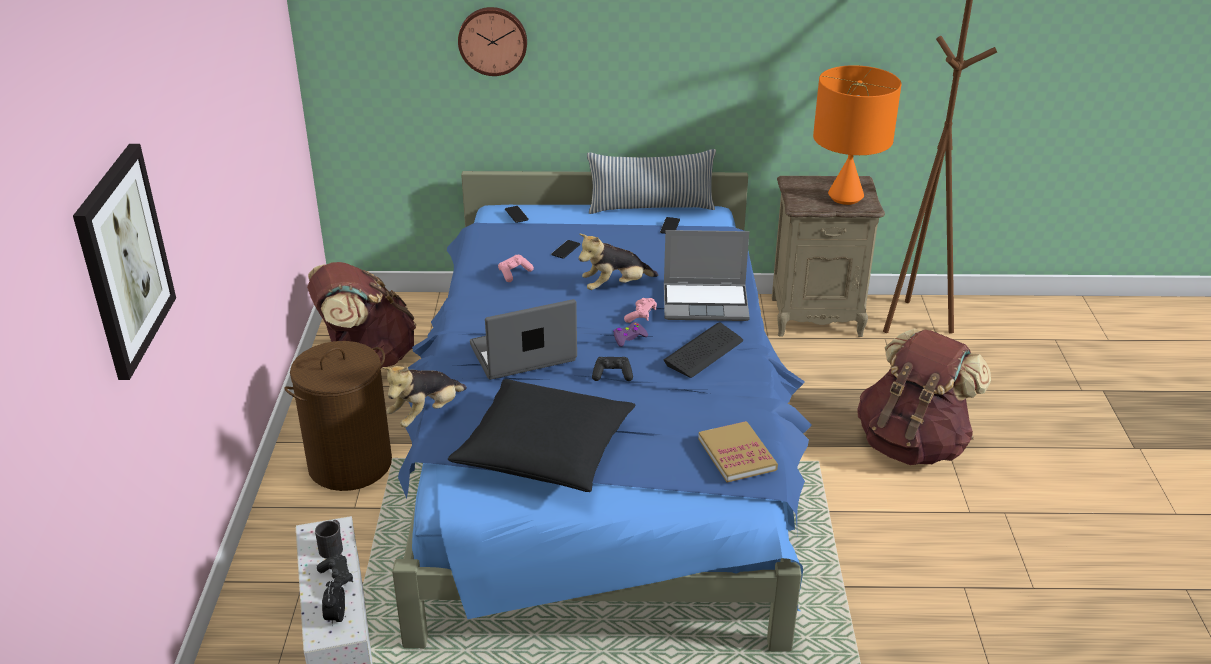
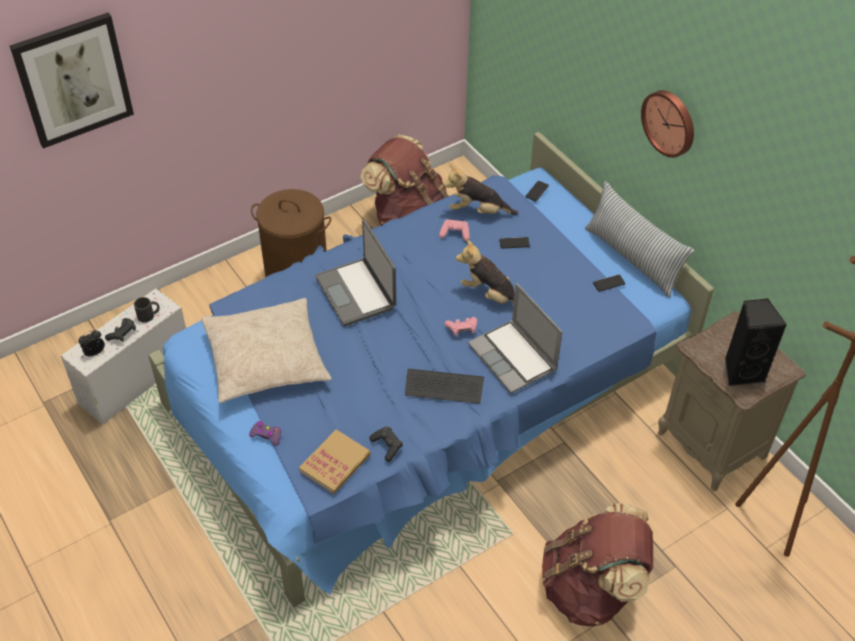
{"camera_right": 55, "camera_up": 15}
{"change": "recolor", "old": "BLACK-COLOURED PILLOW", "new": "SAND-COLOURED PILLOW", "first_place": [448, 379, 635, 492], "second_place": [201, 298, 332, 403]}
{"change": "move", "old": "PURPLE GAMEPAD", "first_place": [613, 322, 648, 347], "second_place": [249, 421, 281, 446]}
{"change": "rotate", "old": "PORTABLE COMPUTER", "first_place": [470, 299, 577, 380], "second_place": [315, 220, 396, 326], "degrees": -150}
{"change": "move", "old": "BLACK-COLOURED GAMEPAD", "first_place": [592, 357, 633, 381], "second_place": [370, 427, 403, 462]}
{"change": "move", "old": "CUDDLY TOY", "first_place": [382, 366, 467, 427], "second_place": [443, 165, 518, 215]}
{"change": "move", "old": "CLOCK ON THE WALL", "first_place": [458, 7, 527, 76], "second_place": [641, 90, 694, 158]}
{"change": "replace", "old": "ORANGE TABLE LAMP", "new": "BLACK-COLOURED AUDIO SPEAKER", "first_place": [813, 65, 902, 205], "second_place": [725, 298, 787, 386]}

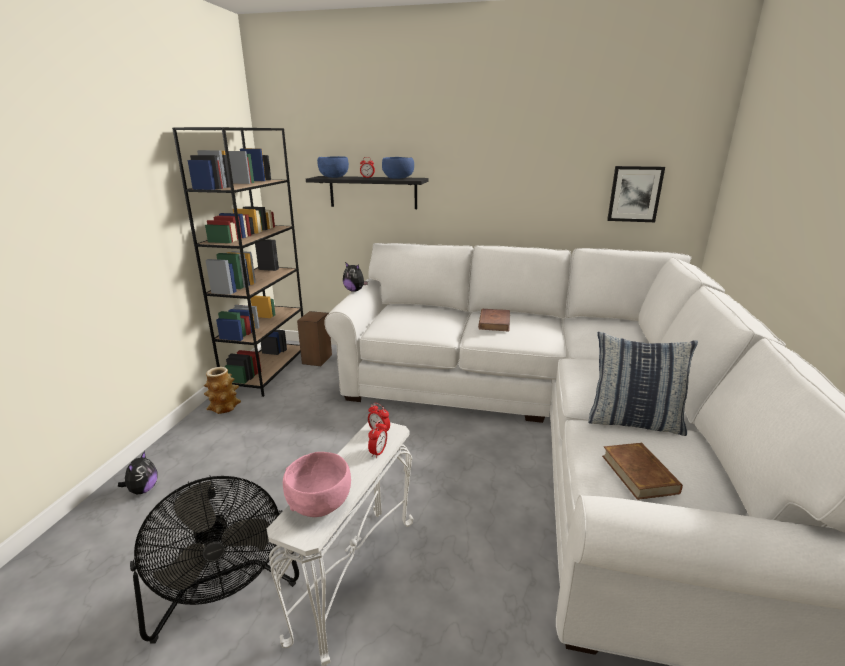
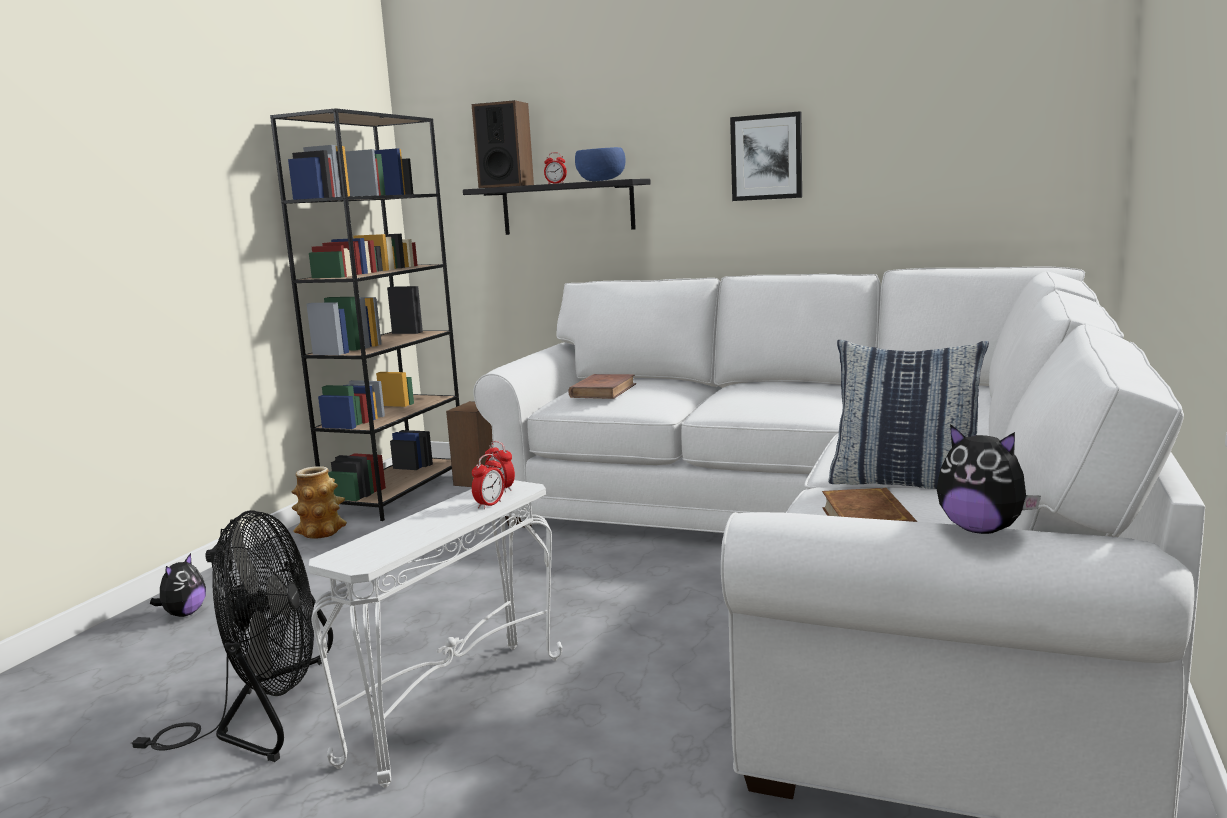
{"camera_right": 10, "camera_up": -10}
{"change": "rotate", "old": "BLACK-COLOURED ELECTRIC FAN", "first_place": [130, 476, 299, 644], "second_place": [131, 510, 333, 762], "degrees": -75}
{"change": "replace", "old": "BLUISH DEEP DISH", "new": "AUDIO SPEAKER", "first_place": [317, 156, 349, 178], "second_place": [472, 100, 534, 188]}
{"change": "move", "old": "BROWN-COLOURED BOUND BOOK", "first_place": [478, 309, 510, 331], "second_place": [568, 374, 636, 399]}
{"change": "move", "old": "WALL ART", "first_place": [607, 166, 665, 222], "second_place": [730, 111, 802, 201]}
{"change": "move", "old": "CUDDLY TOY", "first_place": [343, 262, 368, 292], "second_place": [937, 424, 1041, 534]}
{"change": "delete", "old": "PINK DEEP DISH", "first_place": [283, 452, 351, 517]}

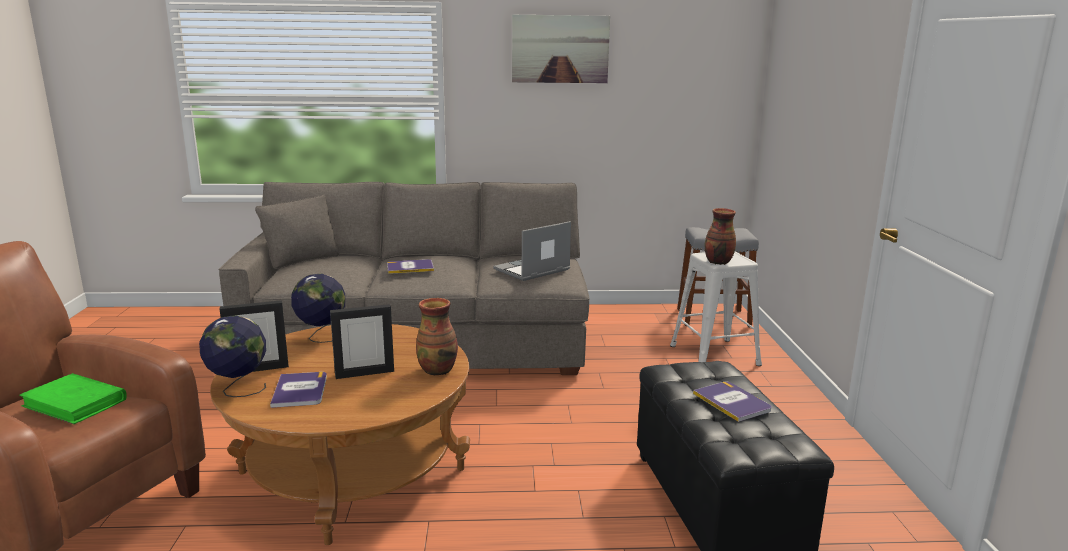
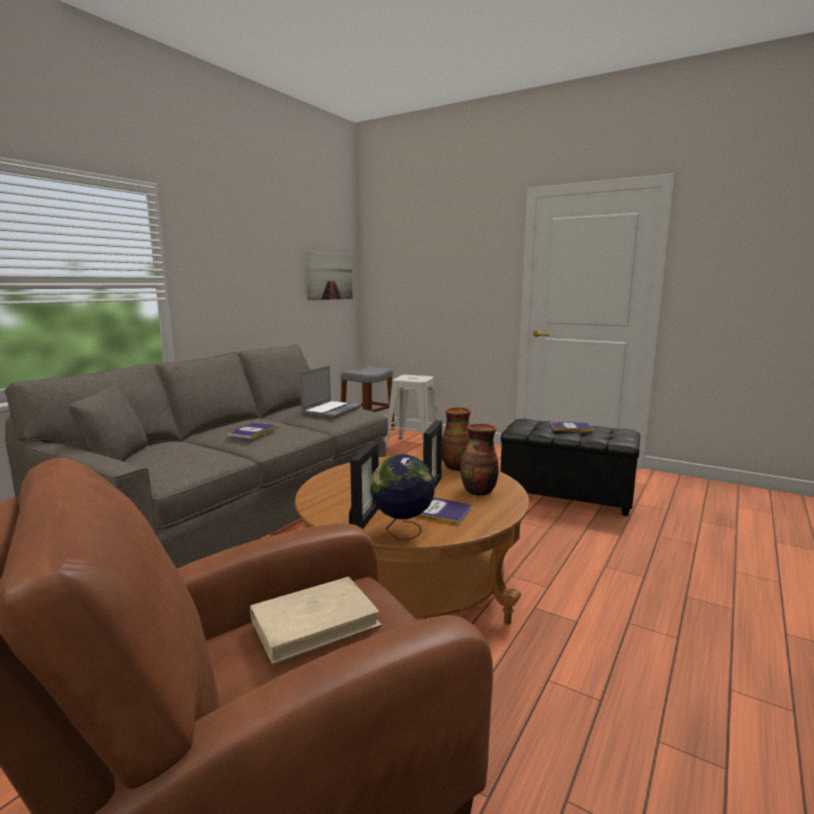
{"camera_right": -55, "camera_up": -5}
{"change": "recolor", "old": "GREEN BOUND BOOK", "new": "SAND-COLOURED BOUND BOOK", "first_place": [19, 373, 127, 424], "second_place": [250, 577, 382, 665]}
{"change": "rotate", "old": "PORTABLE COMPUTER", "first_place": [493, 221, 571, 281], "second_place": [300, 366, 362, 418], "degrees": -150}
{"change": "move", "old": "WALL ART", "first_place": [512, 14, 610, 83], "second_place": [305, 251, 353, 300]}
{"change": "move", "old": "VASE", "first_place": [705, 208, 736, 265], "second_place": [460, 424, 499, 496]}
{"change": "delete", "old": "DESK GLOBE", "first_place": [291, 274, 345, 343]}

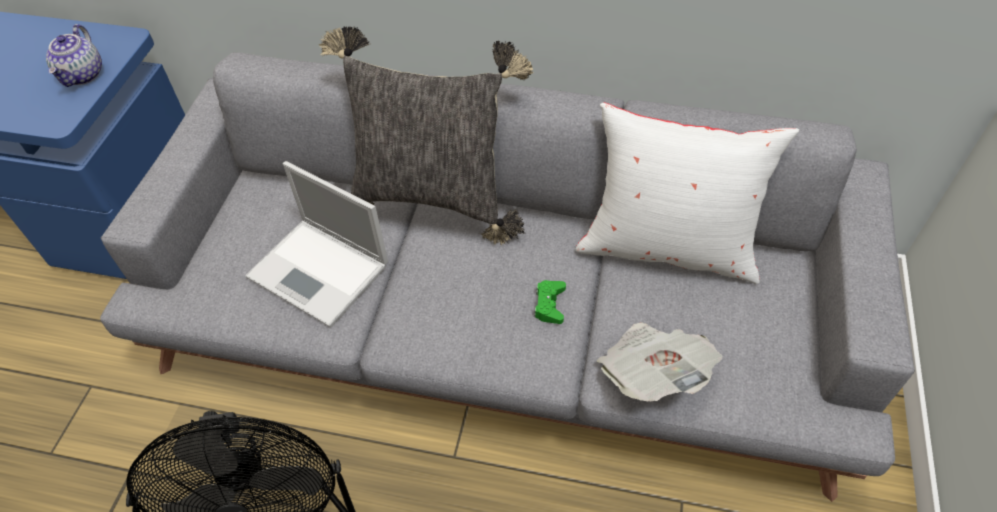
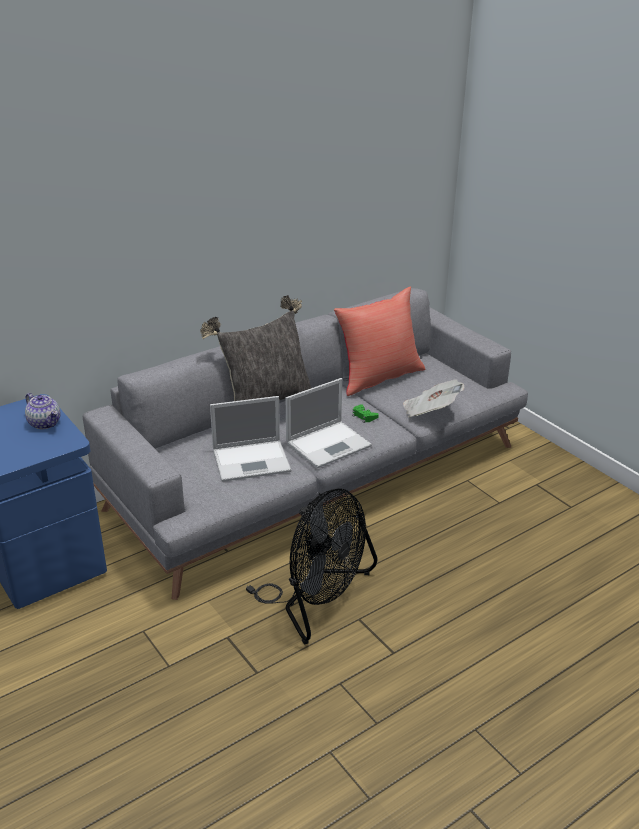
{"camera_right": -50, "camera_up": -20}
{"change": "insert", "new": "PORTABLE COMPUTER", "second_place": [286, 378, 372, 468]}
{"change": "recolor", "old": "WHITE-COLOURED PILLOW", "new": "RED PILLOW", "first_place": [575, 102, 799, 284], "second_place": [334, 287, 425, 396]}

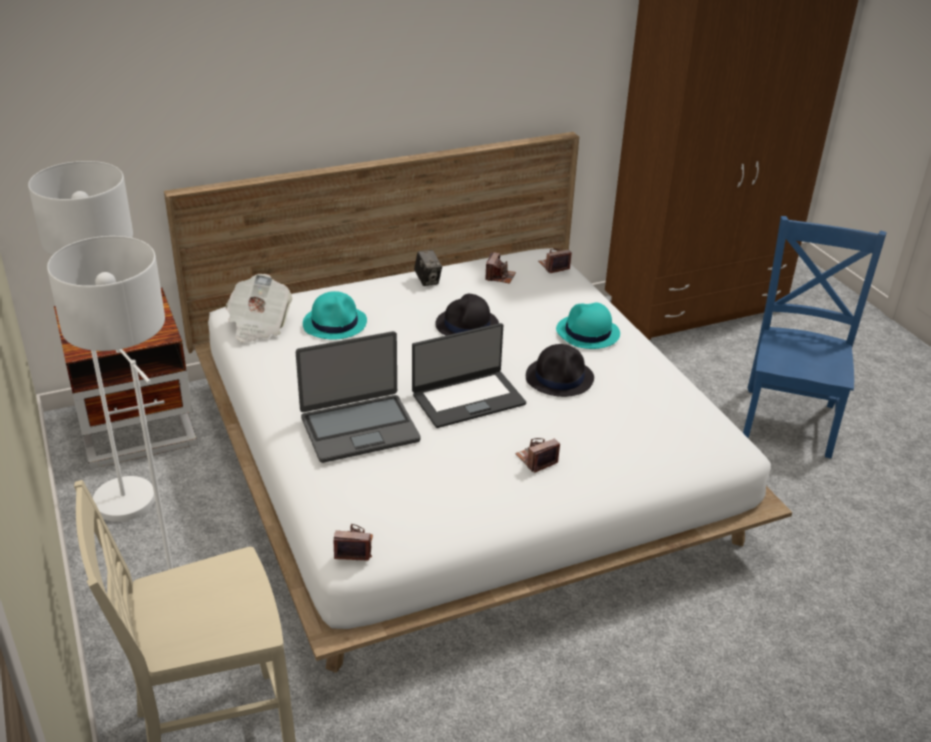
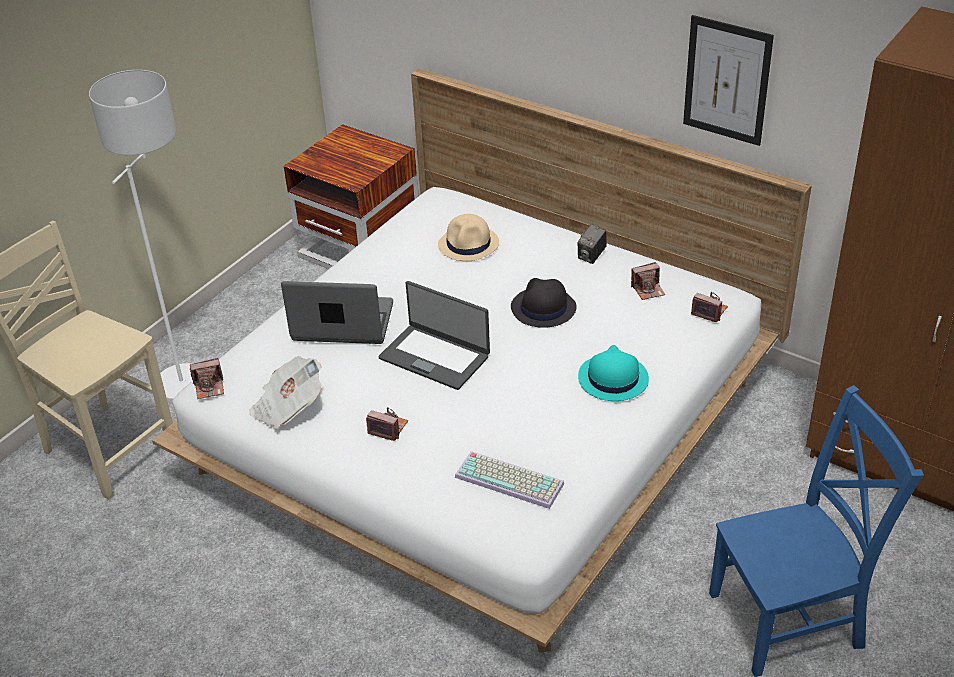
{"camera_right": 60, "camera_up": 5}
{"change": "rotate", "old": "STILL CAMERA", "first_place": [334, 524, 373, 560], "second_place": [190, 358, 224, 399], "degrees": 105}
{"change": "move", "old": "DAILY PAPER", "first_place": [226, 274, 292, 342], "second_place": [249, 356, 322, 430]}
{"change": "rotate", "old": "PORTABLE COMPUTER", "first_place": [296, 331, 421, 463], "second_place": [281, 281, 393, 344], "degrees": 150}
{"change": "recolor", "old": "TURQUOISE-COLOURED HAT", "new": "SAND-COLOURED HAT", "first_place": [303, 291, 367, 339], "second_place": [438, 214, 499, 261]}
{"change": "insert", "new": "KEYBOARD", "second_place": [455, 451, 564, 509]}
{"change": "insert", "new": "WALL ART", "second_place": [683, 15, 774, 146]}
{"change": "delete", "old": "WHITE-COLOURED STANDARD LAMP", "first_place": [28, 161, 155, 522]}
{"change": "delete", "old": "BLACK-COLOURED HAT", "first_place": [526, 344, 594, 397]}

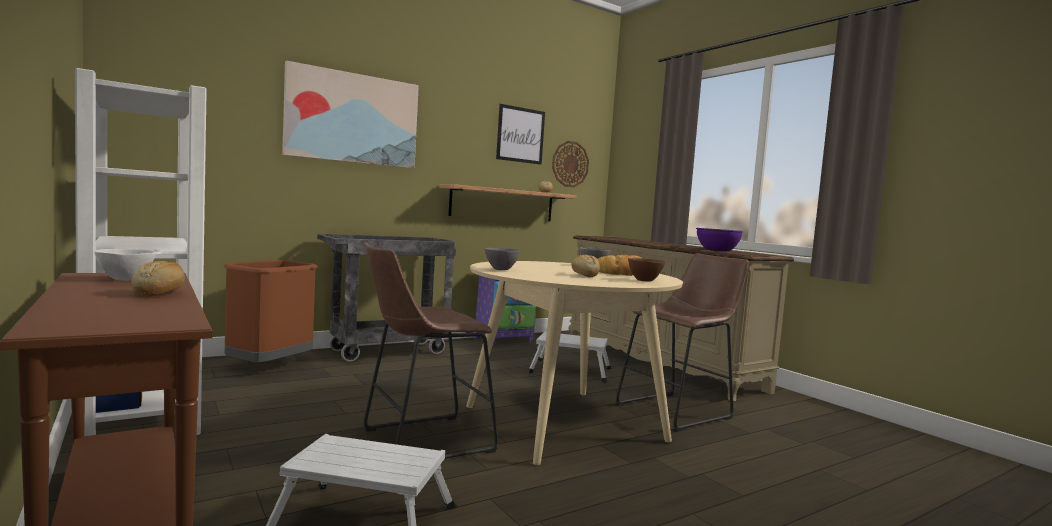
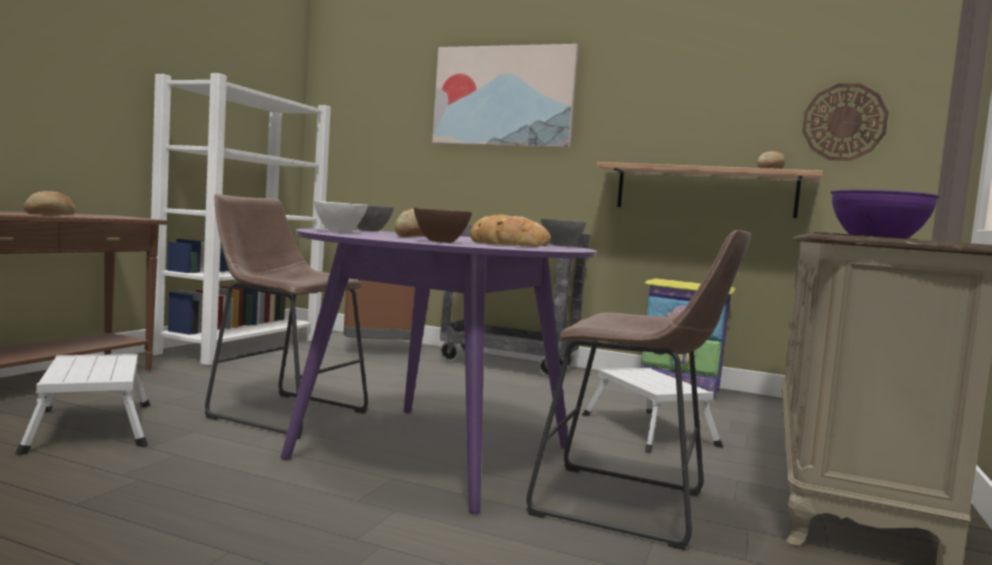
{"camera_right": 55, "camera_up": 0}
{"change": "recolor", "old": "SAND-COLOURED DINING TABLE", "new": "PURPLE DINING TABLE", "first_place": [466, 261, 683, 465], "second_place": [281, 229, 597, 514]}
{"change": "move", "old": "WHITE-COLOURED DEEP DISH", "first_place": [94, 249, 156, 281], "second_place": [314, 201, 368, 233]}
{"change": "delete", "old": "WALL ART", "first_place": [496, 104, 545, 165]}

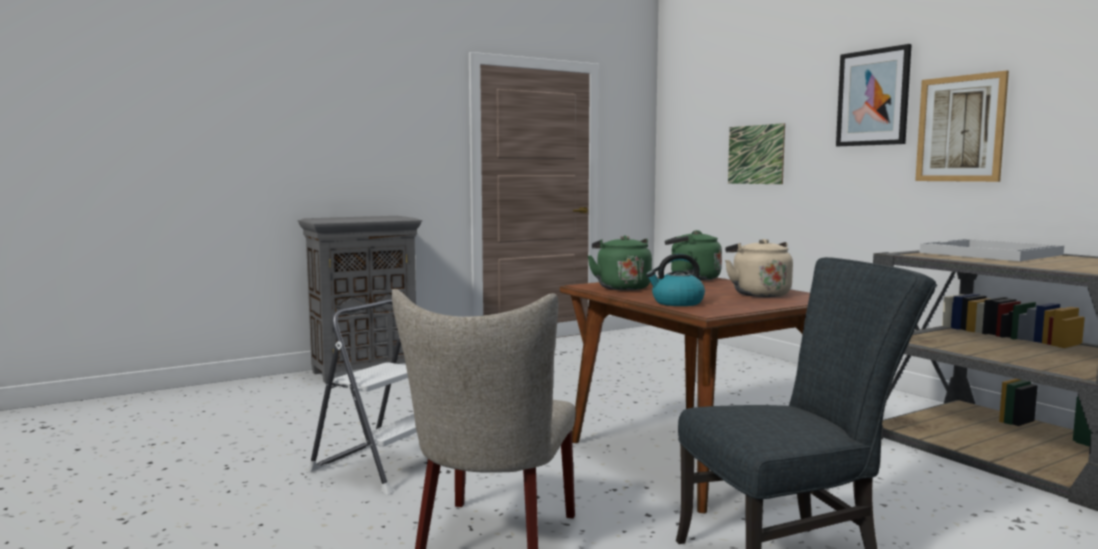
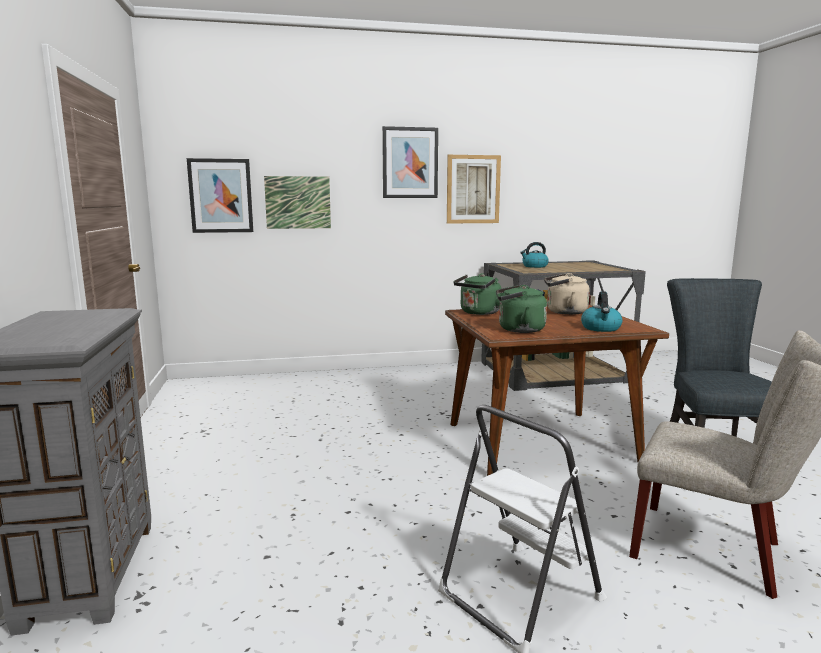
{"camera_right": -70, "camera_up": 5}
{"change": "insert", "new": "WALL ART", "second_place": [187, 158, 253, 233]}
{"change": "replace", "old": "WHITE-COLOURED TRAY", "new": "KETTLE", "first_place": [919, 239, 1064, 261], "second_place": [520, 242, 549, 268]}

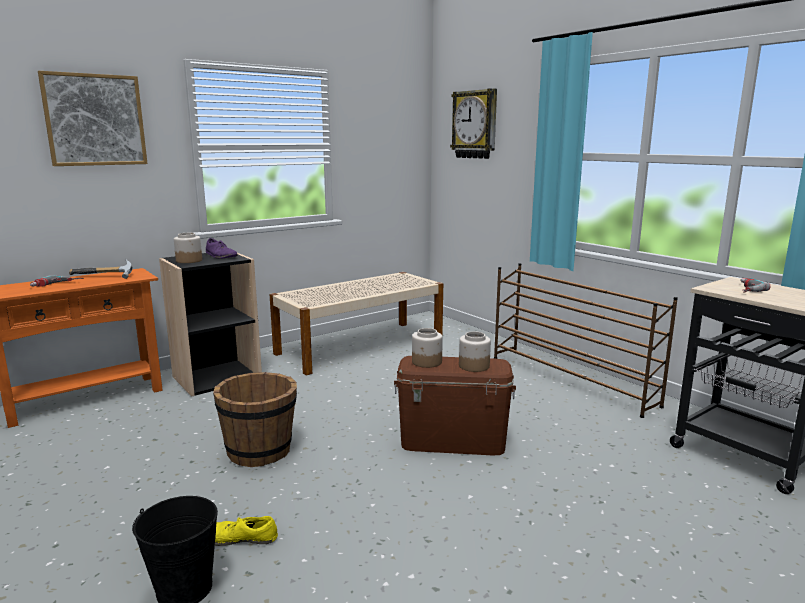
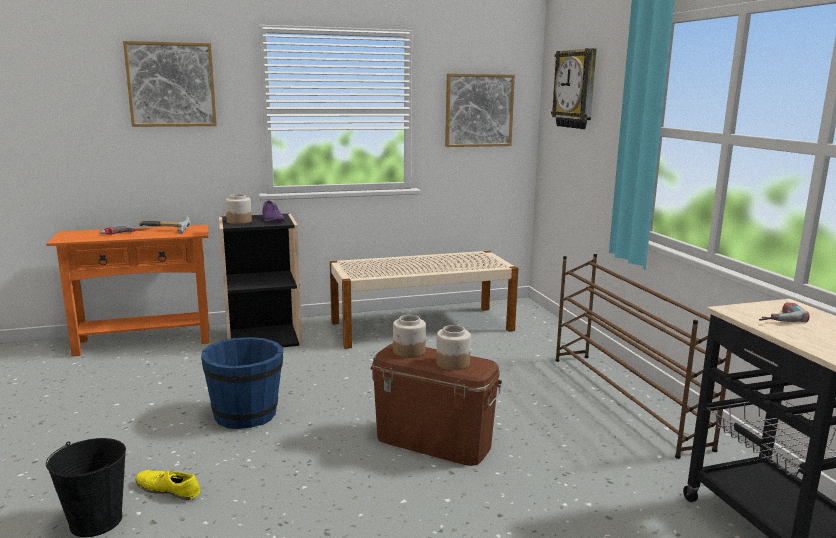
{"camera_right": 20, "camera_up": 0}
{"change": "recolor", "old": "BROWN-COLOURED PAIL", "new": "BLUISH PAIL", "first_place": [213, 372, 297, 467], "second_place": [201, 337, 283, 429]}
{"change": "insert", "new": "WALL ART", "second_place": [445, 74, 515, 147]}

